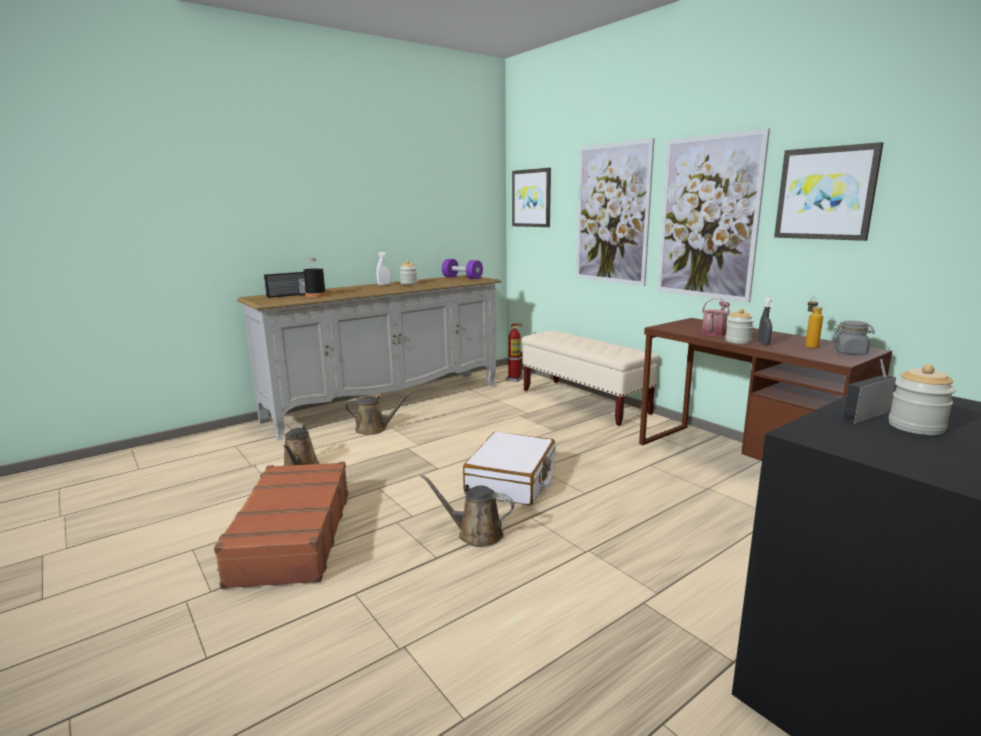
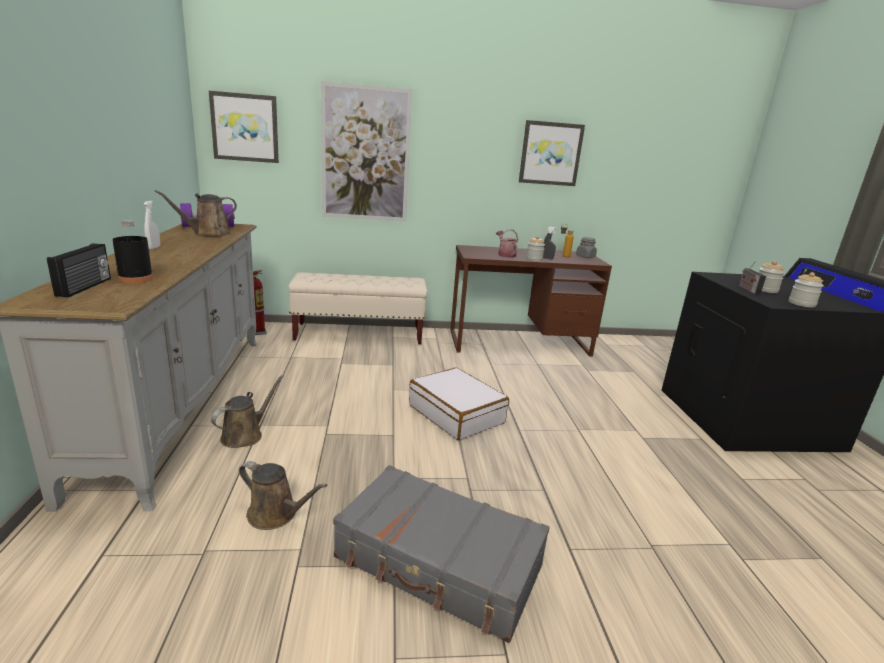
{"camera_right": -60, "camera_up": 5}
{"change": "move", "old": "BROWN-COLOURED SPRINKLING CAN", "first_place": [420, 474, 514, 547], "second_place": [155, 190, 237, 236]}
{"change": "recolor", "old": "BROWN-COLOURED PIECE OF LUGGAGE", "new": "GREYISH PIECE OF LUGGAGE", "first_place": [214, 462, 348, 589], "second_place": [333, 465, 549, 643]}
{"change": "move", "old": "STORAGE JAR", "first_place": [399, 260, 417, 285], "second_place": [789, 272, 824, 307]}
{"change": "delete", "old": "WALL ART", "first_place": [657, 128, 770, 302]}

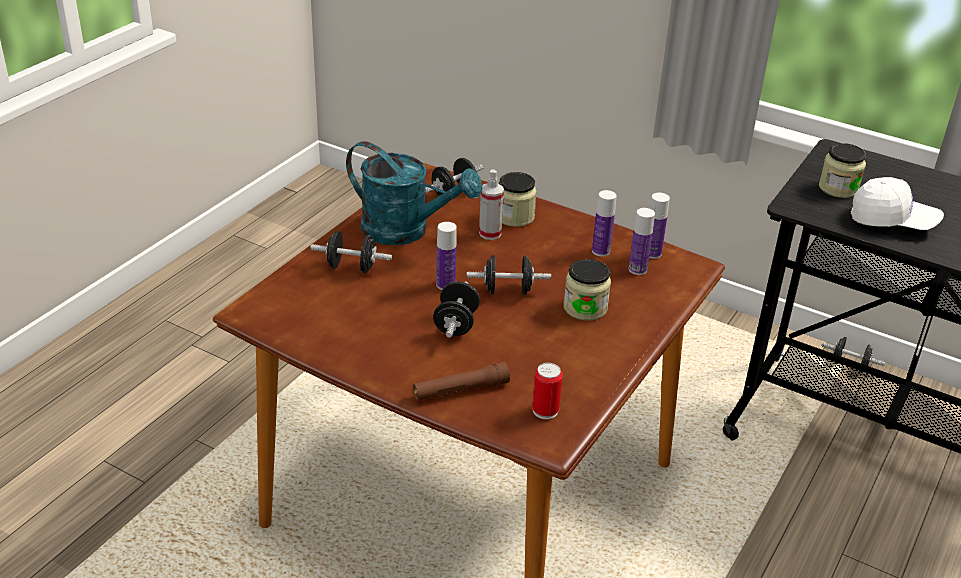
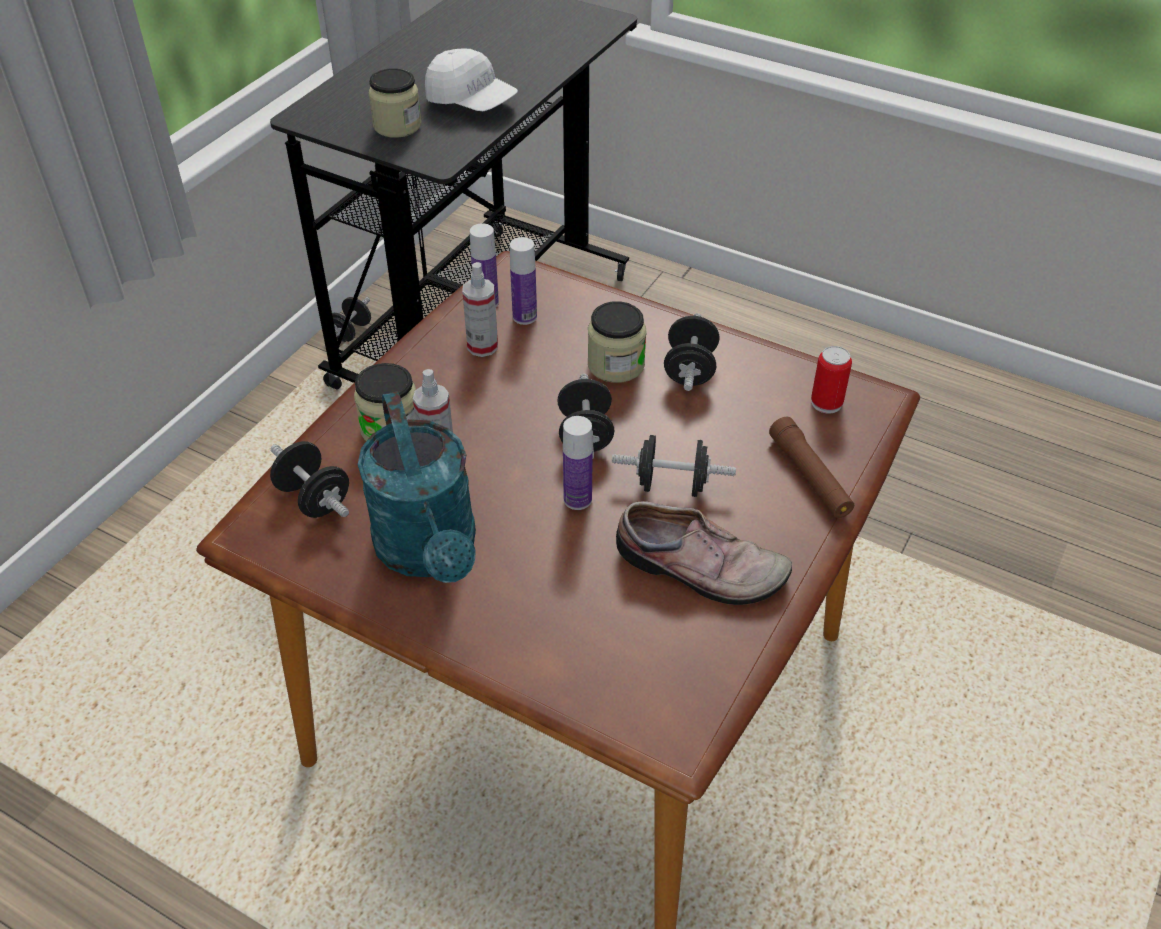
{"camera_right": -90, "camera_up": 10}
{"change": "rotate", "old": "TURQUOISE-COLOURED SPRINKLING CAN", "first_place": [346, 141, 482, 245], "second_place": [357, 391, 476, 583], "degrees": 135}
{"change": "rotate", "old": "WHITE-COLOURED PEAKED CAP", "first_place": [851, 177, 944, 230], "second_place": [425, 49, 518, 111], "degrees": 105}
{"change": "replace", "old": "DRINK BOTTLE", "new": "SPRAY BOTTLE", "first_place": [592, 190, 617, 256], "second_place": [462, 262, 498, 357]}
{"change": "insert", "new": "SHOE", "second_place": [616, 501, 792, 605]}
{"change": "move", "old": "BLACK-COLOURED FREE WEIGHT", "first_place": [310, 231, 392, 273], "second_place": [664, 313, 719, 391]}

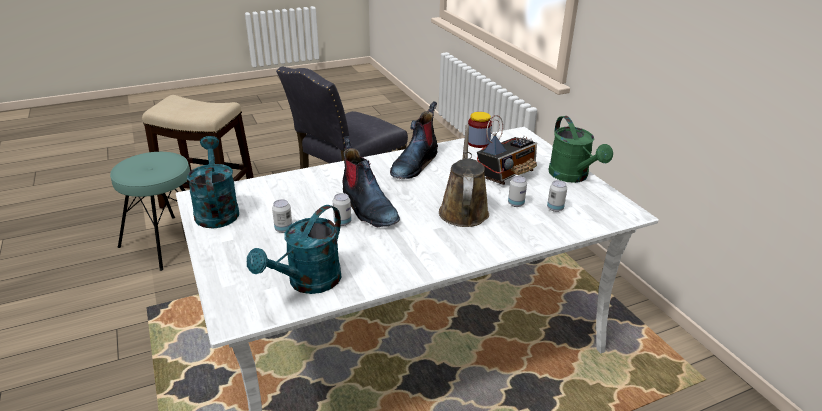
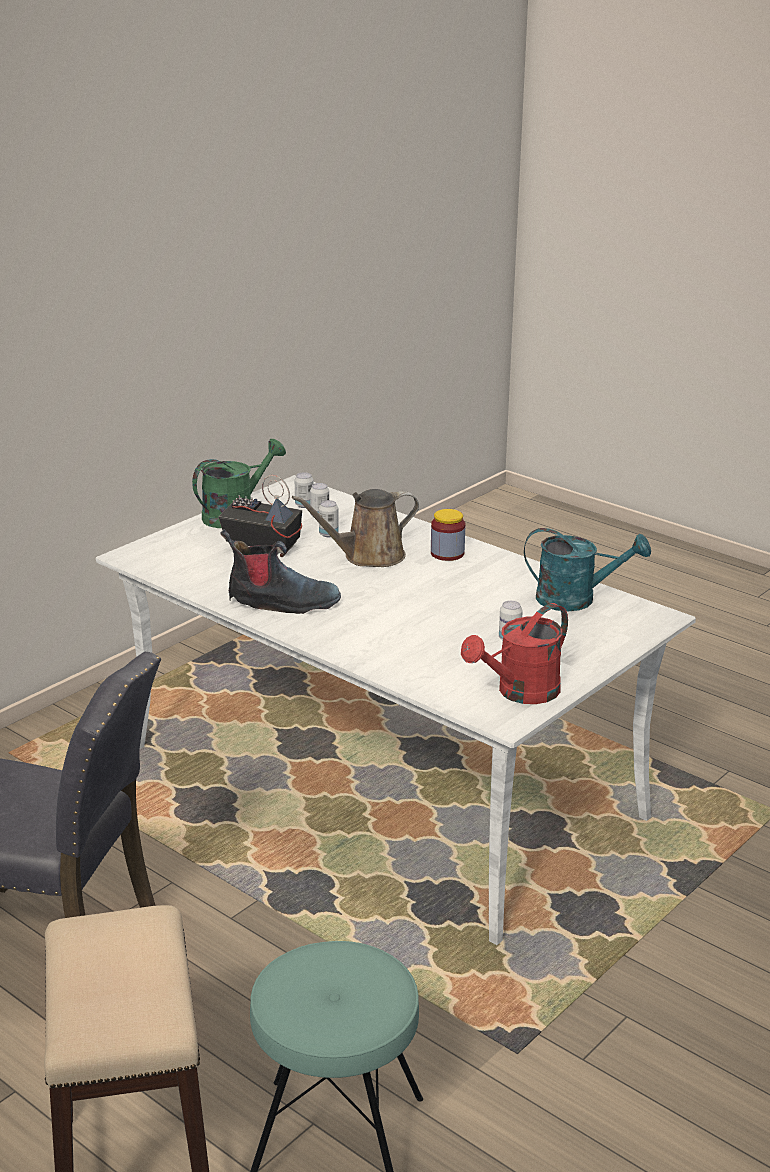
{"camera_right": -115, "camera_up": -5}
{"change": "move", "old": "METAL CAN", "first_place": [333, 193, 351, 226], "second_place": [295, 472, 313, 508]}
{"change": "move", "old": "STORAGE JAR", "first_place": [468, 112, 492, 148], "second_place": [431, 509, 465, 561]}
{"change": "recolor", "old": "TURQUOISE-COLOURED SPRINKLING CAN", "new": "RED SPRINKLING CAN", "first_place": [187, 136, 239, 228], "second_place": [461, 603, 568, 704]}
{"change": "delete", "old": "HIGH-TOP BOOT", "first_place": [342, 136, 400, 227]}

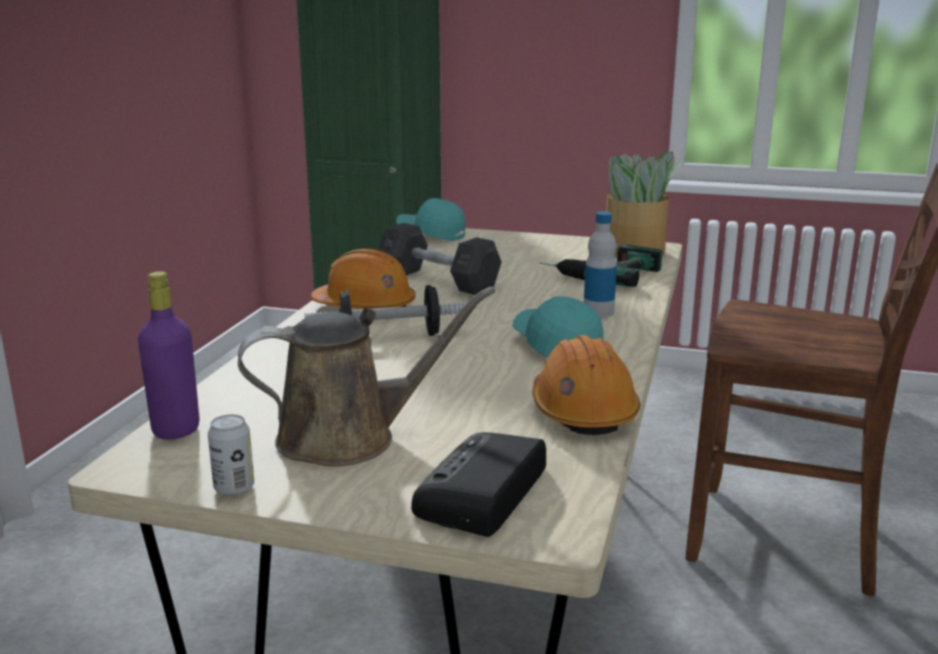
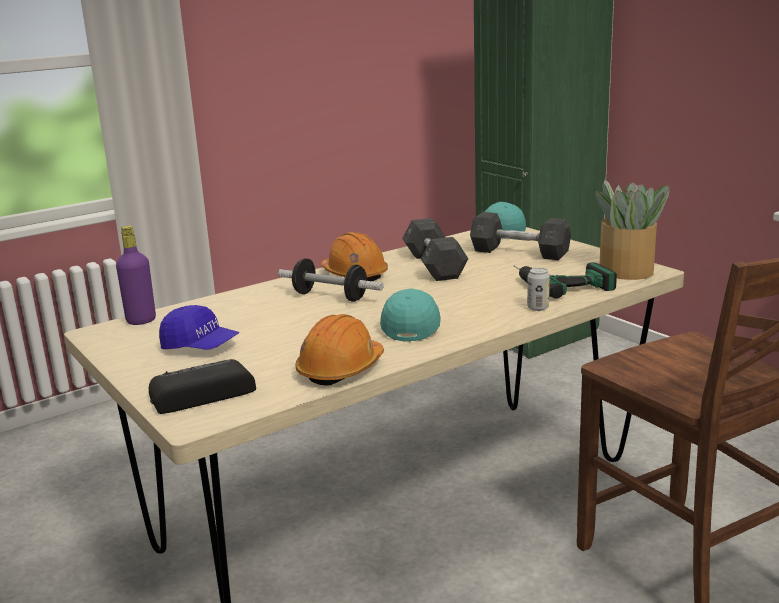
{"camera_right": 40, "camera_up": 0}
{"change": "replace", "old": "BROWN-COLOURED SPRINKLING CAN", "new": "BLUISH PEAKED CAP", "first_place": [238, 287, 495, 467], "second_place": [159, 305, 239, 350]}
{"change": "insert", "new": "GREYISH FREE WEIGHT", "second_place": [470, 212, 571, 260]}
{"change": "move", "old": "METAL CAN", "first_place": [208, 414, 254, 496], "second_place": [527, 268, 550, 311]}
{"change": "delete", "old": "DRINK BOTTLE", "first_place": [584, 211, 617, 317]}

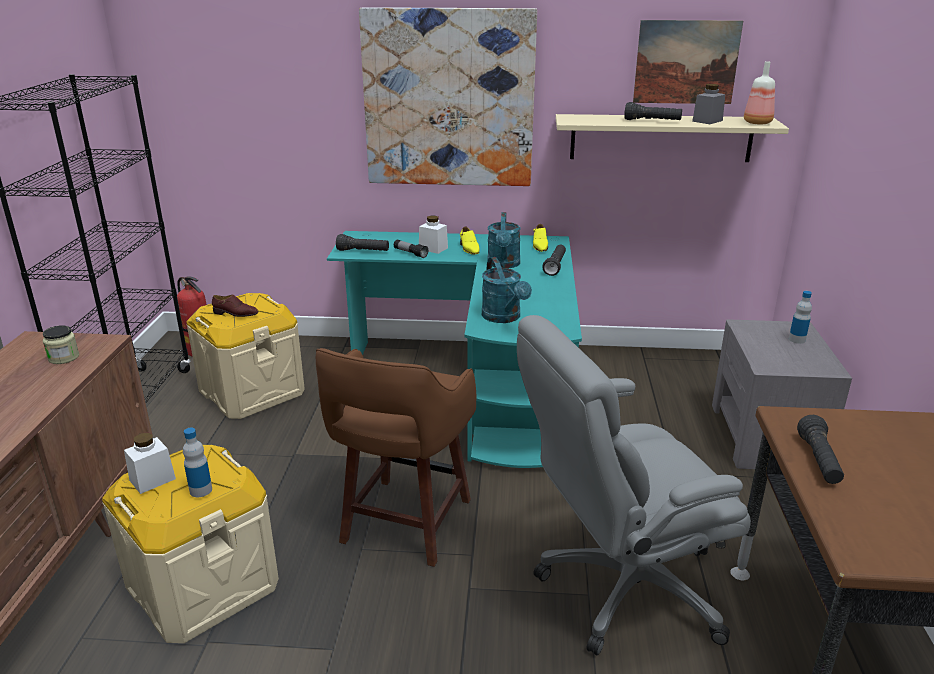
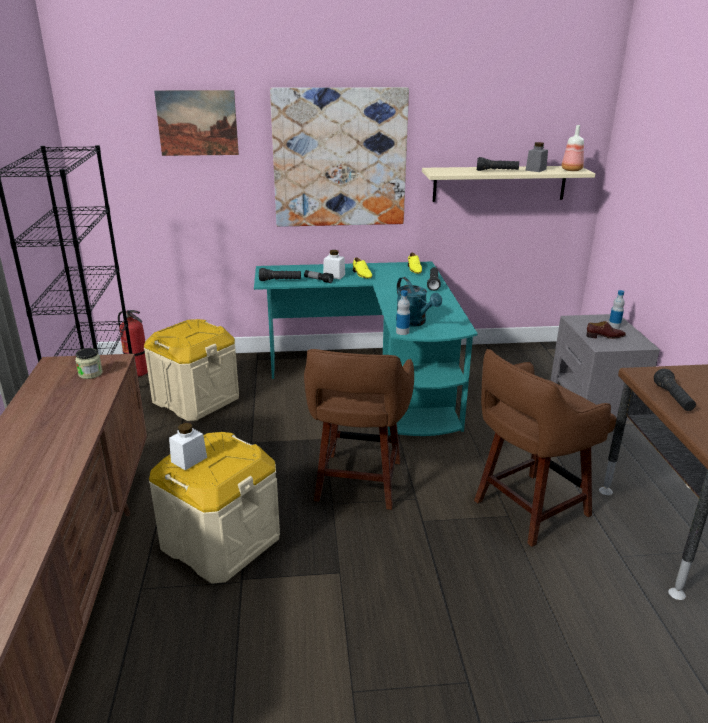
{"camera_right": -10, "camera_up": 0}
{"change": "move", "old": "WALL ART", "first_place": [633, 20, 743, 104], "second_place": [154, 90, 239, 156]}
{"change": "move", "old": "DRINK BOTTLE", "first_place": [183, 428, 212, 497], "second_place": [396, 290, 410, 335]}
{"change": "replace", "old": "GREYISH DESK CHAIR", "new": "BROWN-COLOURED STOOL", "first_place": [517, 315, 751, 656], "second_place": [474, 349, 617, 547]}
{"change": "move", "old": "BROWN-COLOURED SHOE", "first_place": [212, 294, 258, 317], "second_place": [587, 321, 626, 339]}
{"change": "delete", "old": "TURQUOISE-COLOURED SPRINKLING CAN", "first_place": [487, 212, 521, 268]}

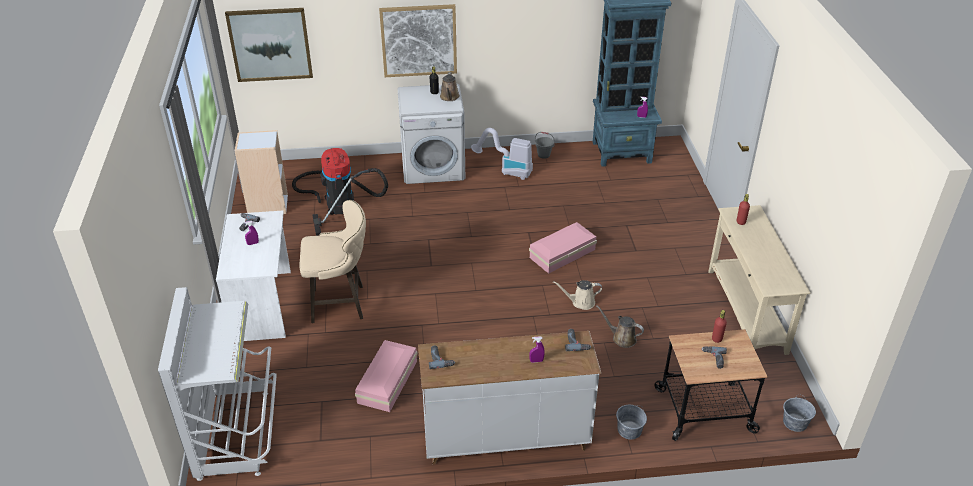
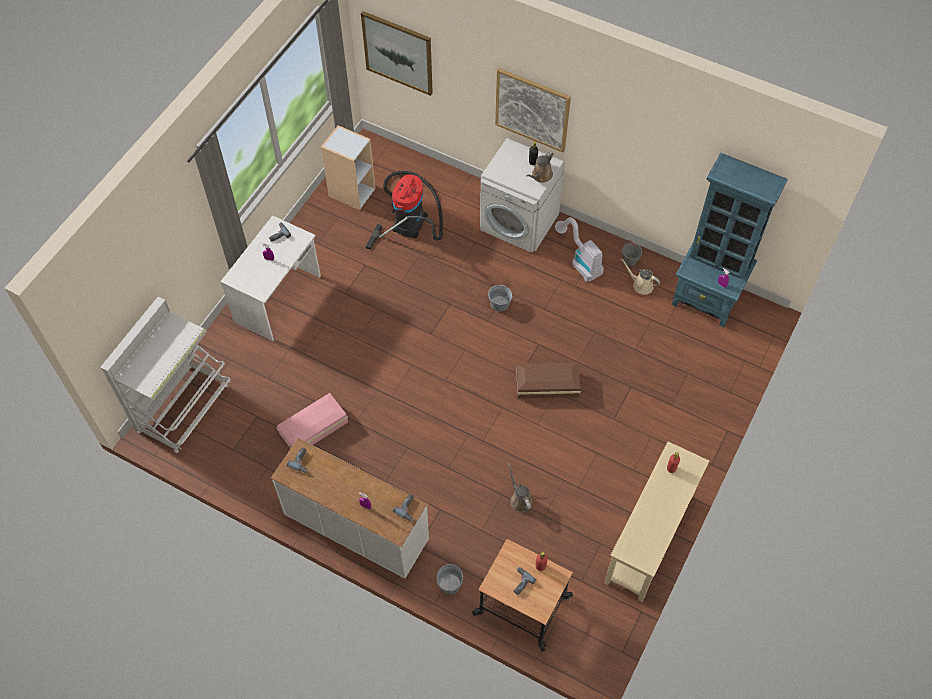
{"camera_right": 35, "camera_up": 20}
{"change": "move", "old": "GREYISH PAIL", "first_place": [783, 394, 816, 432], "second_place": [488, 285, 512, 311]}
{"change": "recolor", "old": "PINK STORAGE BIN", "new": "BROWN-COLOURED STORAGE BIN", "first_place": [529, 222, 597, 274], "second_place": [516, 363, 581, 399]}
{"change": "move", "old": "SAND-COLOURED SPRINKLING CAN", "first_place": [553, 280, 602, 310], "second_place": [621, 258, 660, 295]}
{"change": "delete", "old": "SAND-COLOURED STOOL", "first_place": [299, 200, 366, 323]}

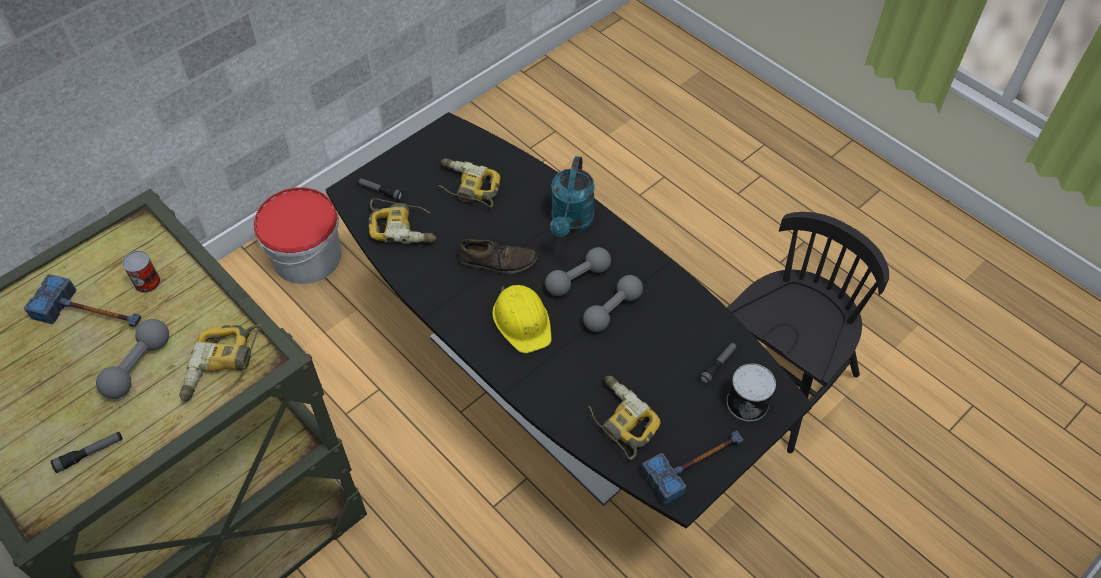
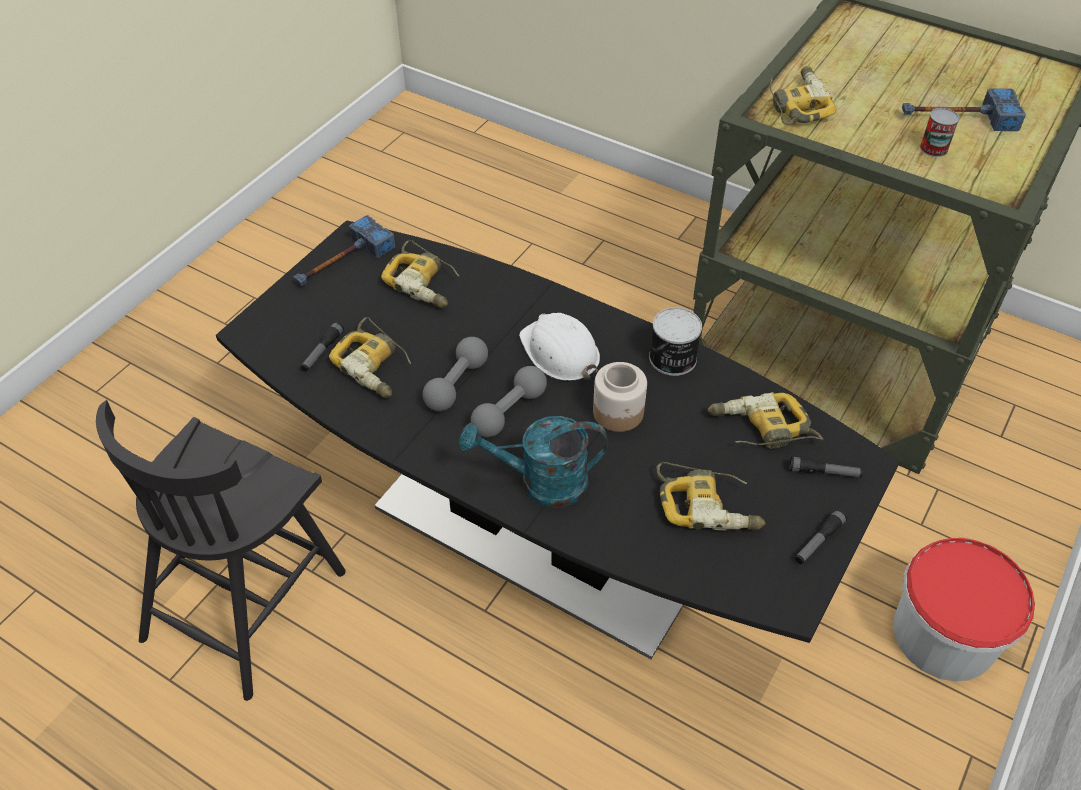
{"camera_right": 165, "camera_up": -5}
{"change": "insert", "new": "ELECTRIC DRILL", "second_place": [329, 317, 411, 398]}
{"change": "rotate", "old": "TURQUOISE-COLOURED SPRINKLING CAN", "first_place": [550, 156, 595, 237], "second_place": [459, 416, 608, 508], "degrees": -90}
{"change": "recolor", "old": "YELLOW-COLOURED SAFETY HELMET", "new": "WHITE-COLOURED SAFETY HELMET", "first_place": [492, 285, 551, 353], "second_place": [519, 313, 600, 381]}
{"change": "replace", "old": "BROWN-COLOURED SHOE", "new": "STORAGE JAR", "first_place": [458, 239, 537, 274], "second_place": [593, 362, 647, 432]}
{"change": "move", "old": "METAL CAN", "first_place": [727, 364, 776, 422], "second_place": [649, 307, 702, 376]}
{"change": "move", "old": "HAND TORCH", "first_place": [50, 432, 123, 473], "second_place": [795, 509, 847, 564]}
{"change": "delete", "old": "GREYISH FREE WEIGHT", "first_place": [96, 319, 169, 399]}

